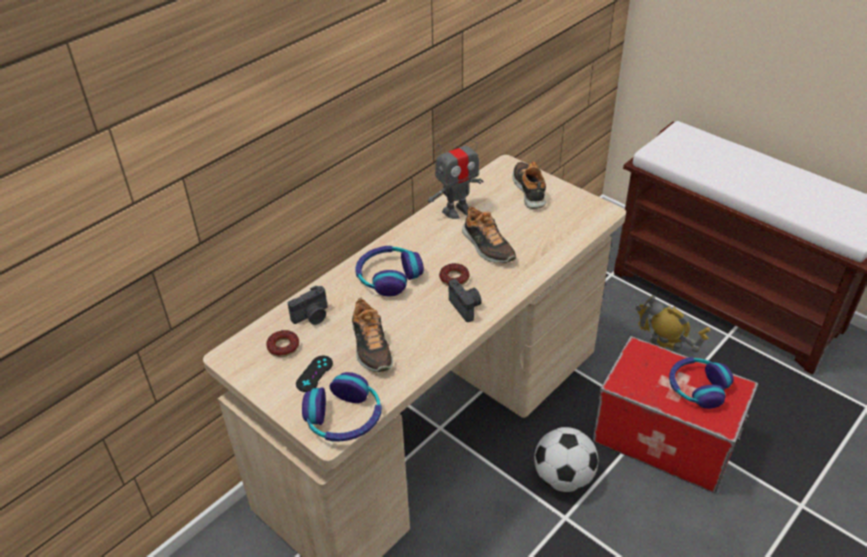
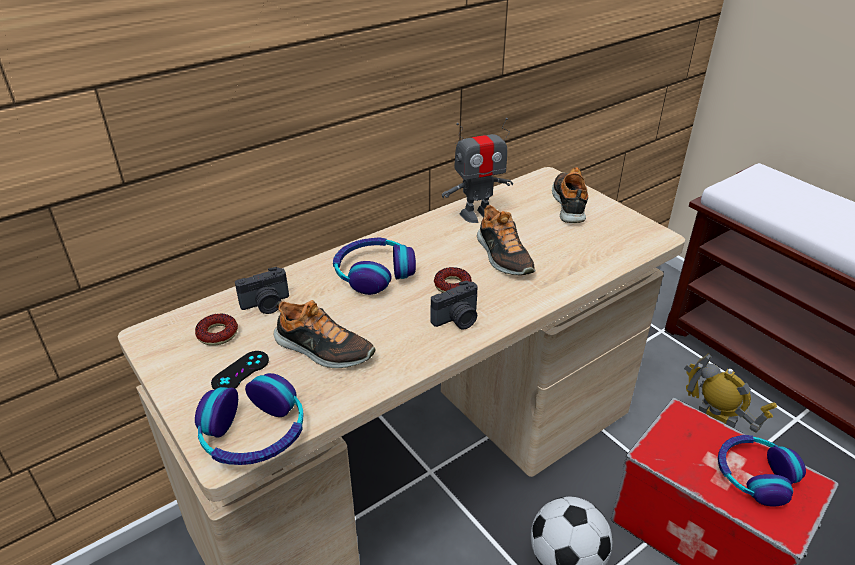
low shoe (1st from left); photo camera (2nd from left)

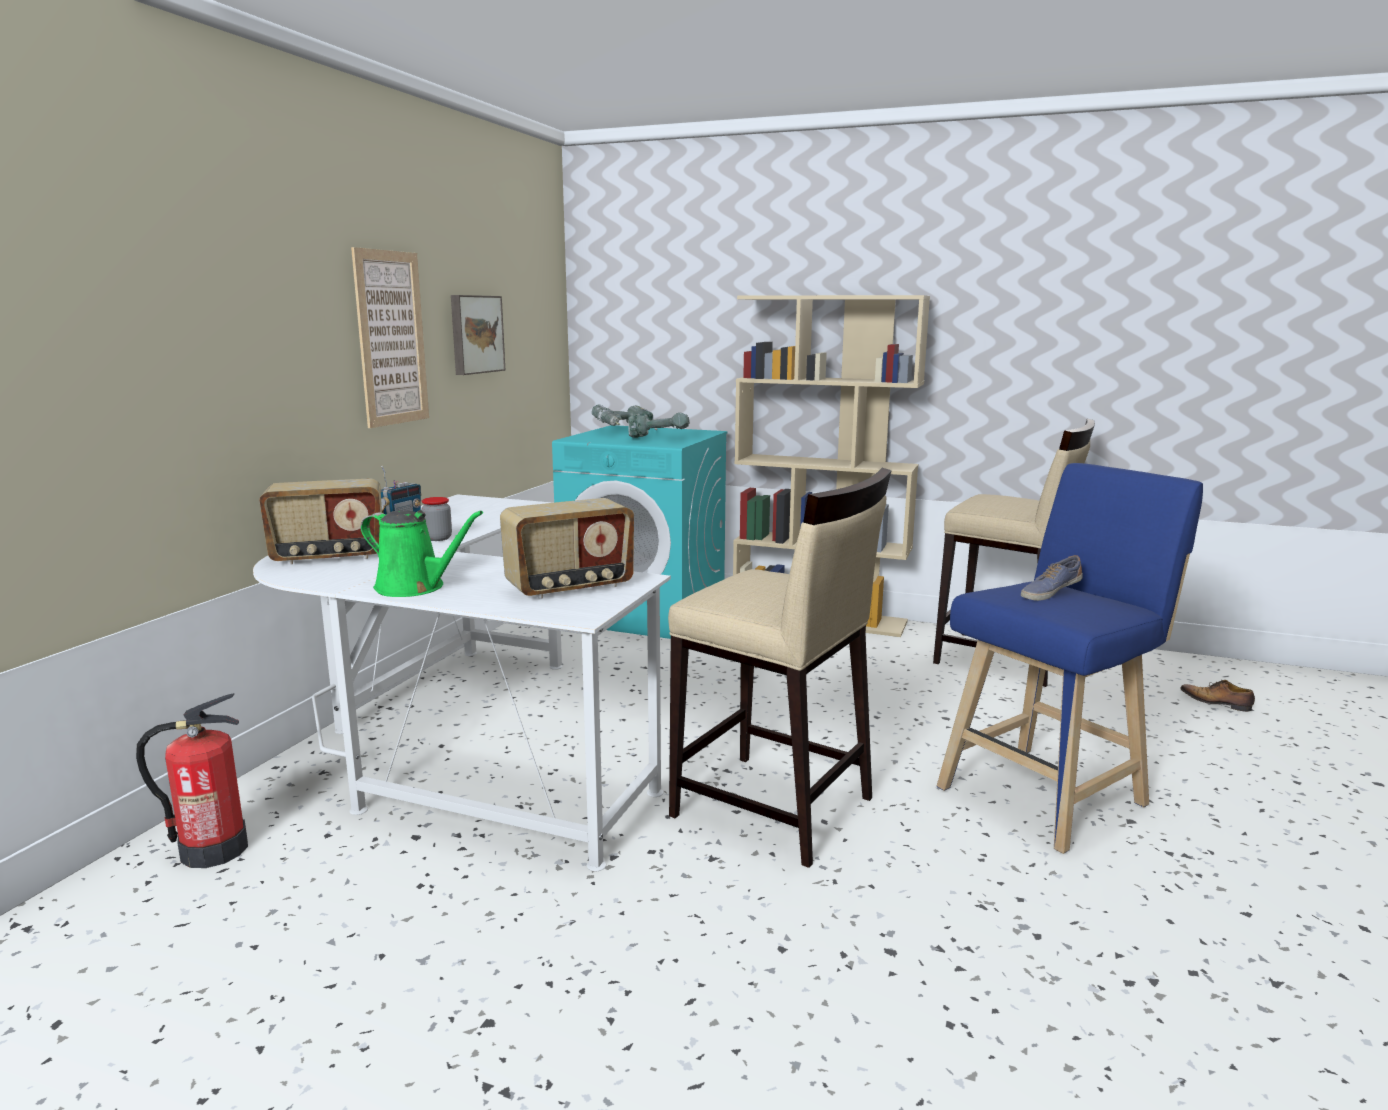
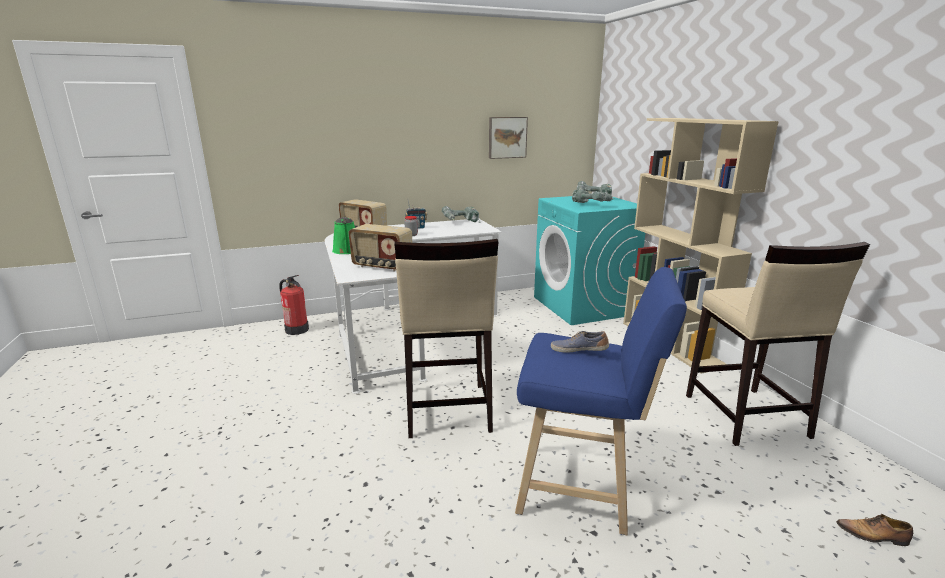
drill (1st from left); low shoe (2nd from left); wall art (1st from left in the first image)

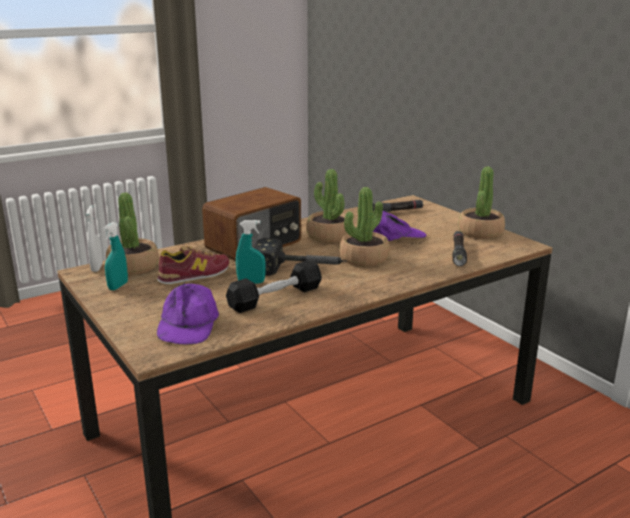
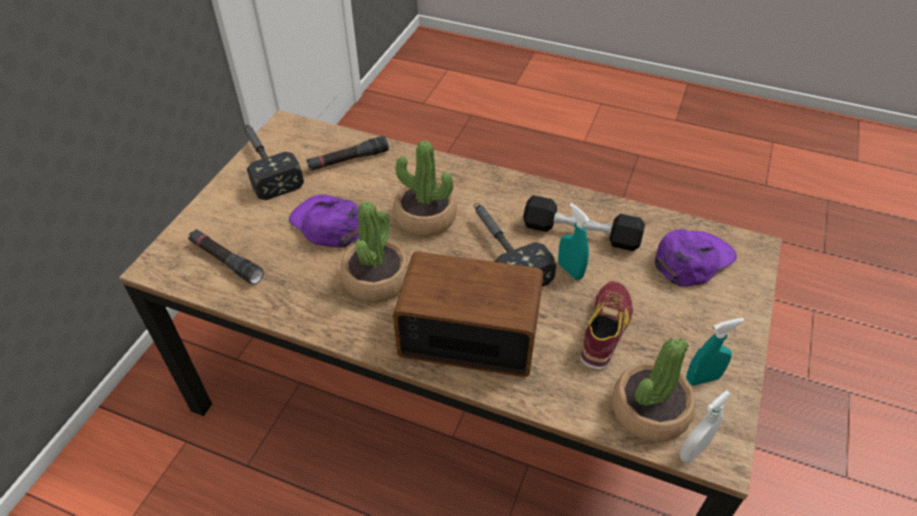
tool hammer (1st from left); low shoe

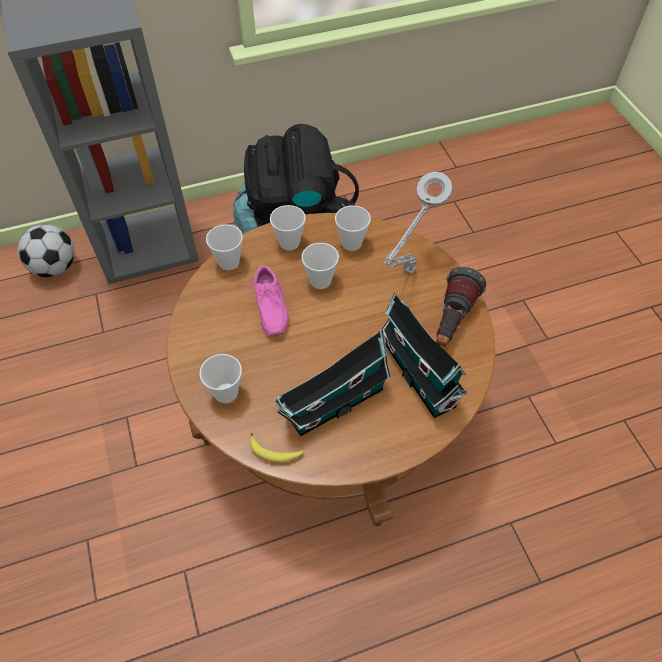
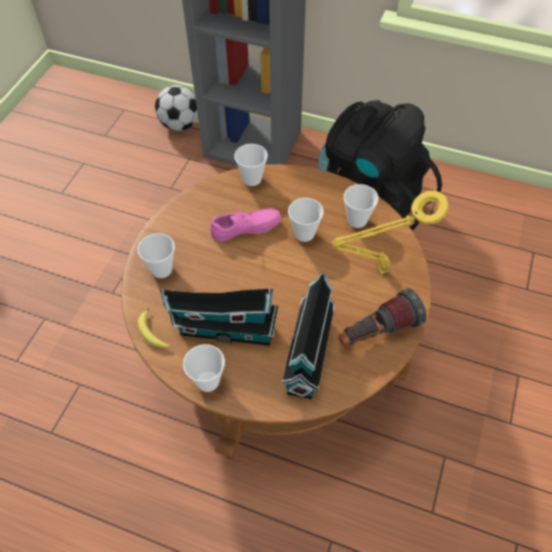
small cup (2nd from left); pinkish low shoe; yellow-coloured lamp for a table

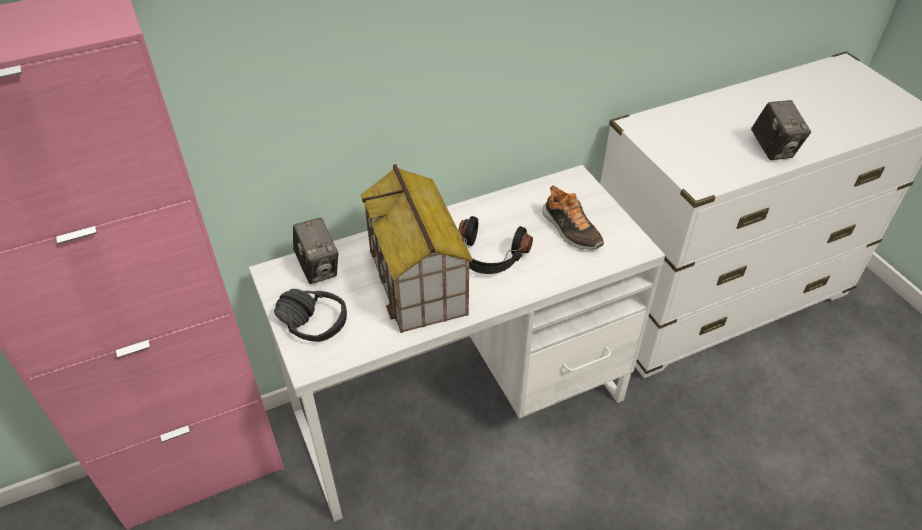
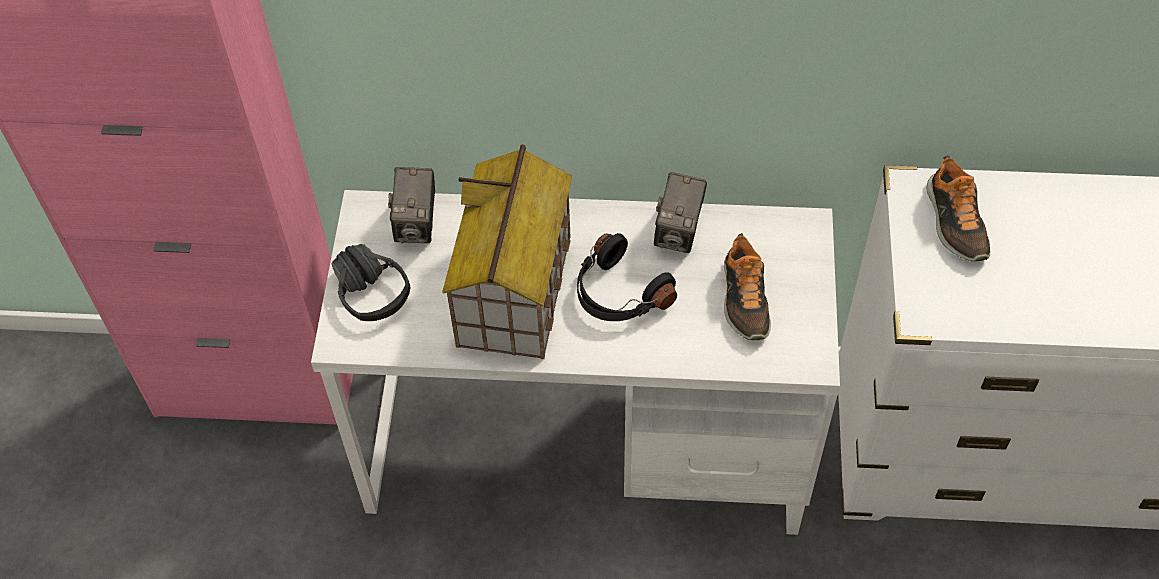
photo camera (2nd from left); low shoe (2nd from left)

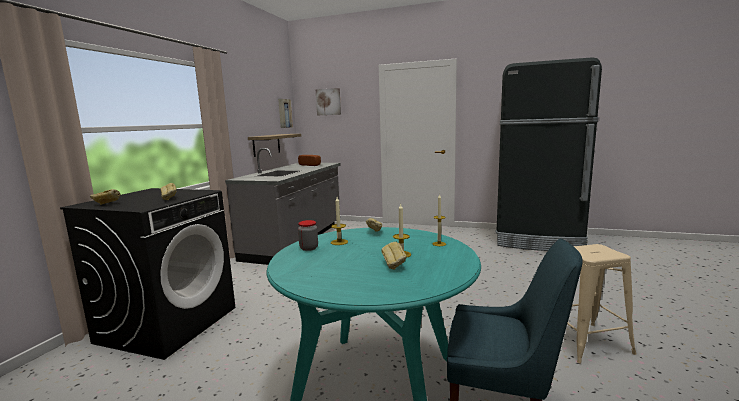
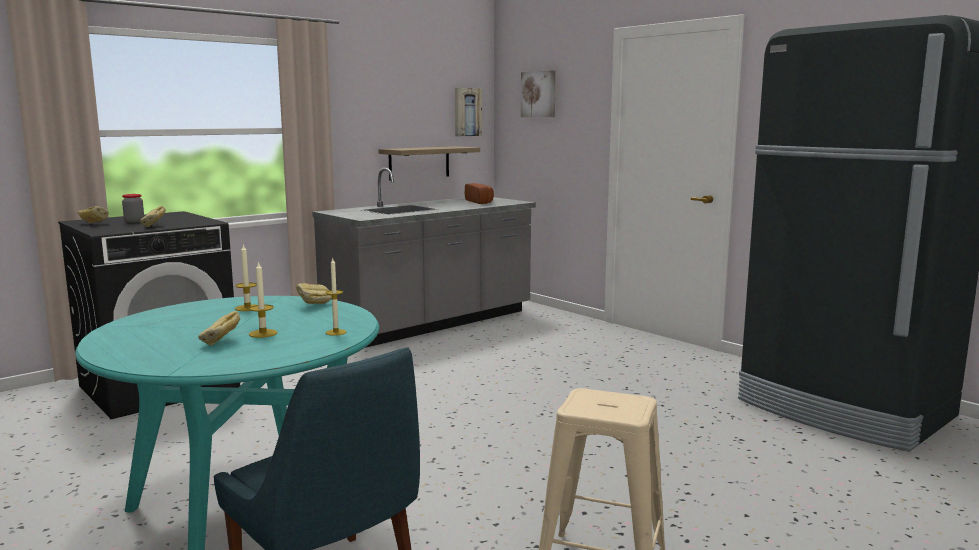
storage jar

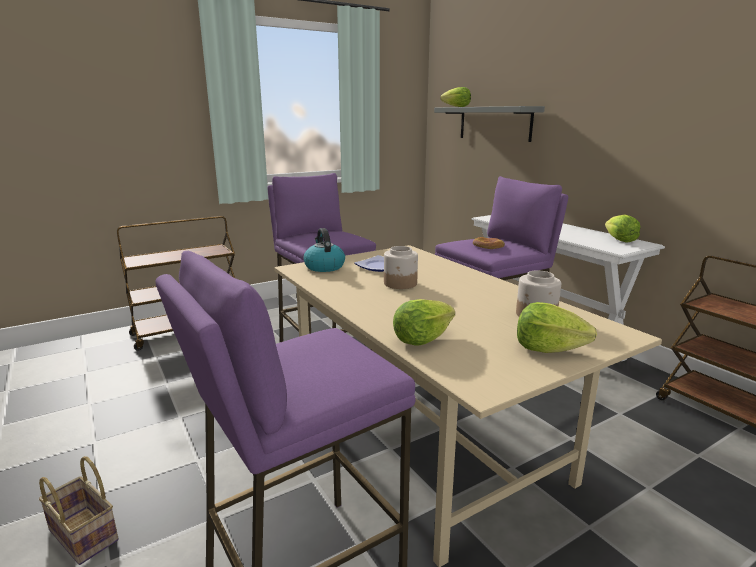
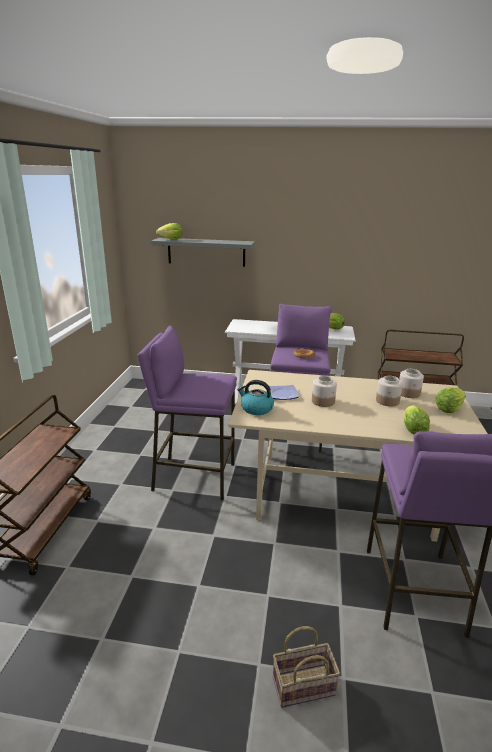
storage jar (2nd from left)

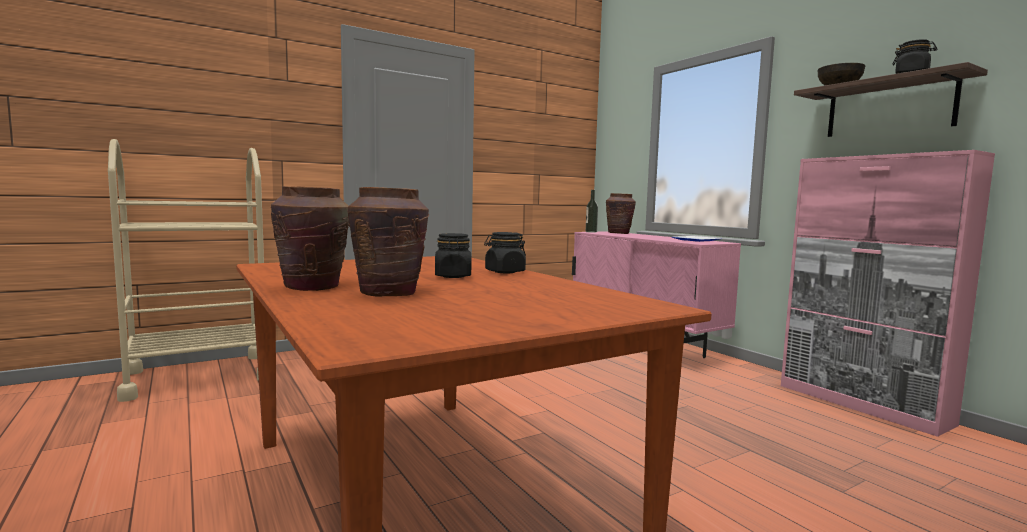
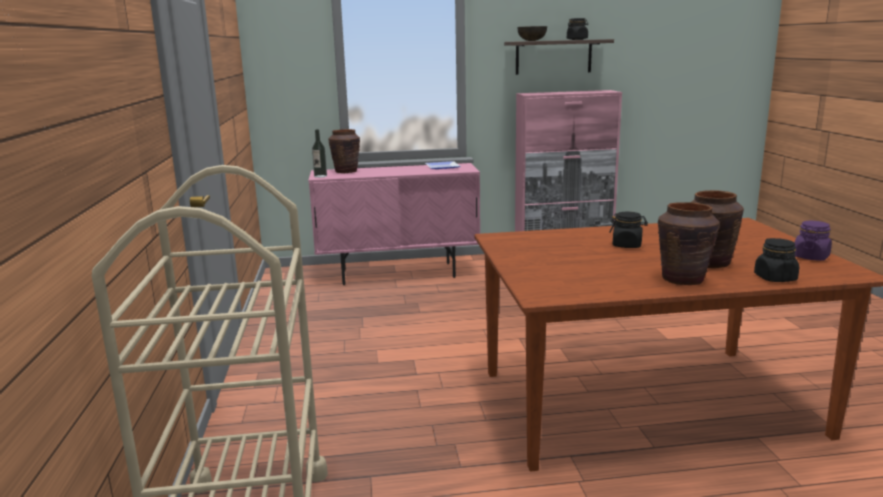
black storage jar (3rd from left); purplish storage jar

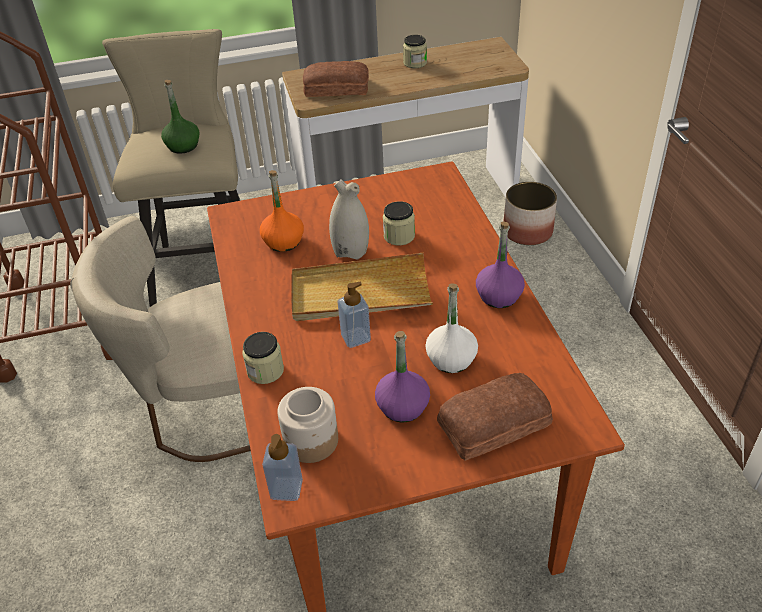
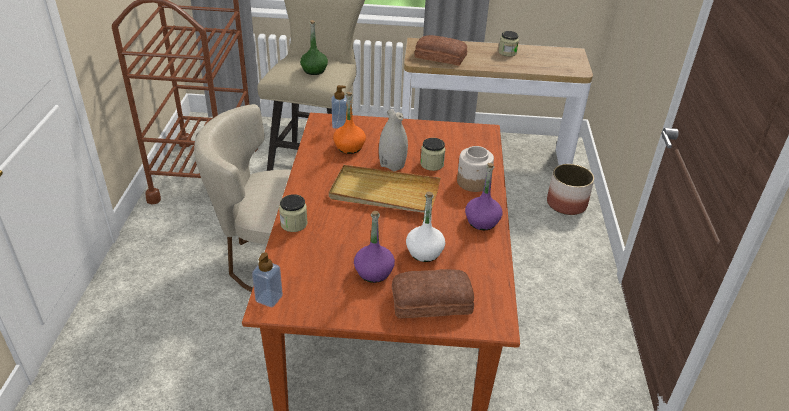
soap bottle (2nd from left); storage jar (3rd from left)

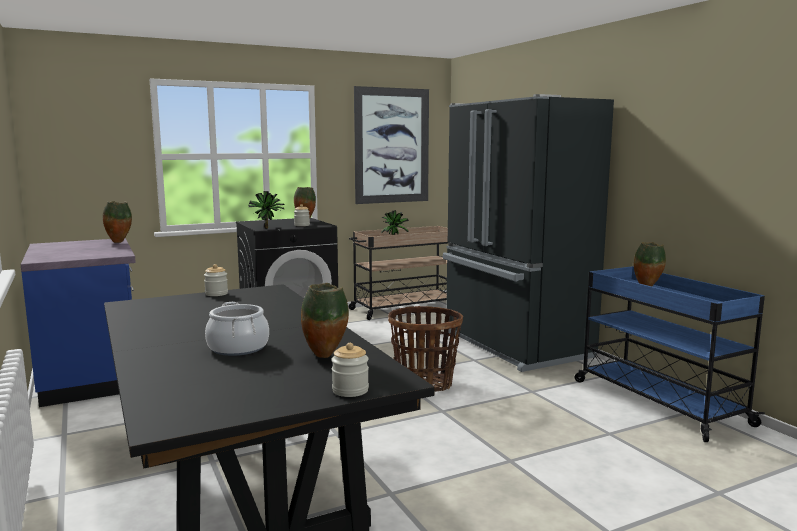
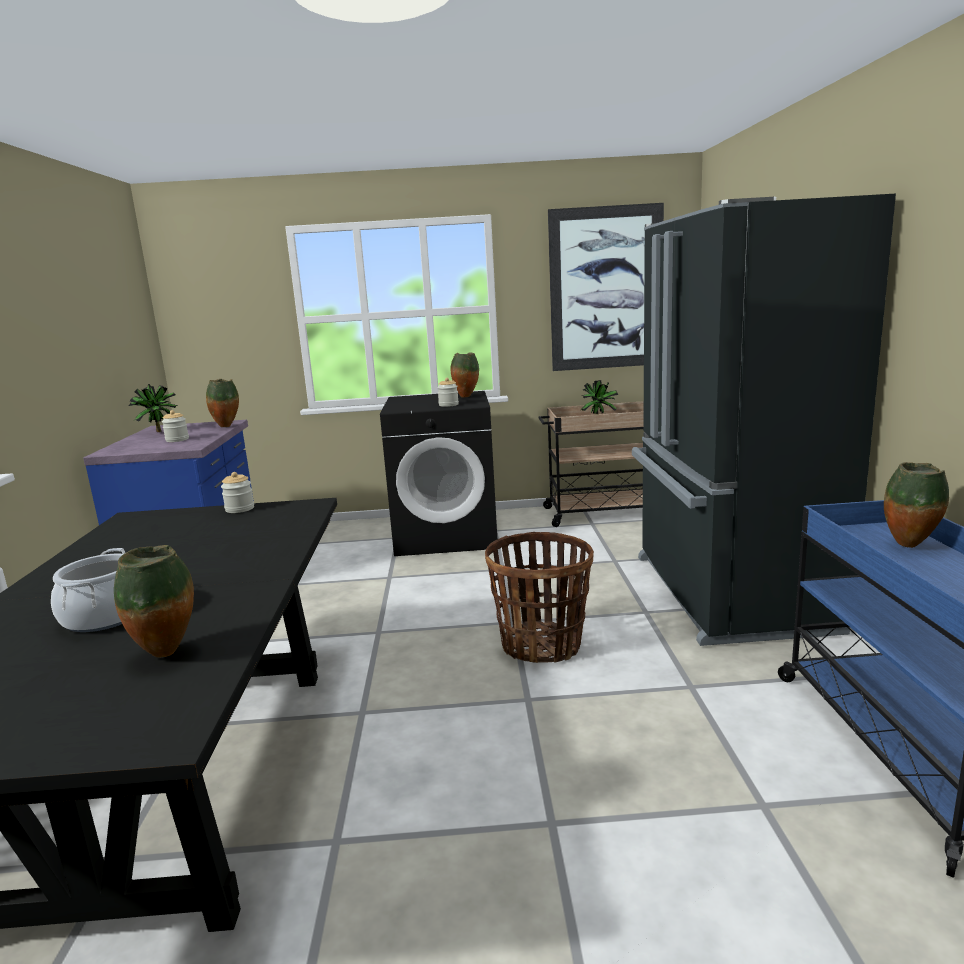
houseplant (1st from left); storage jar (1st from left)

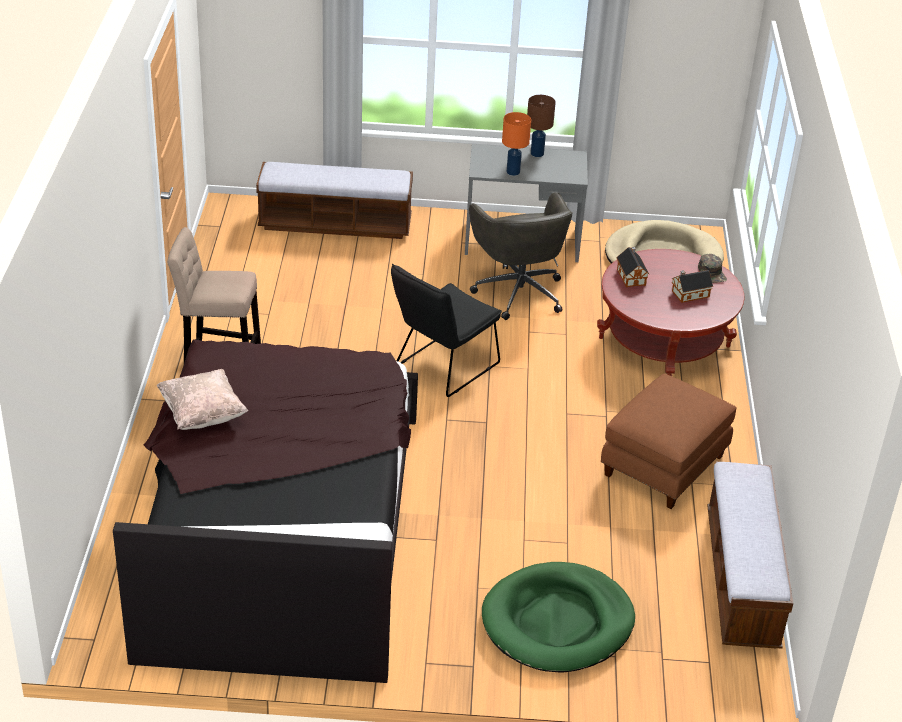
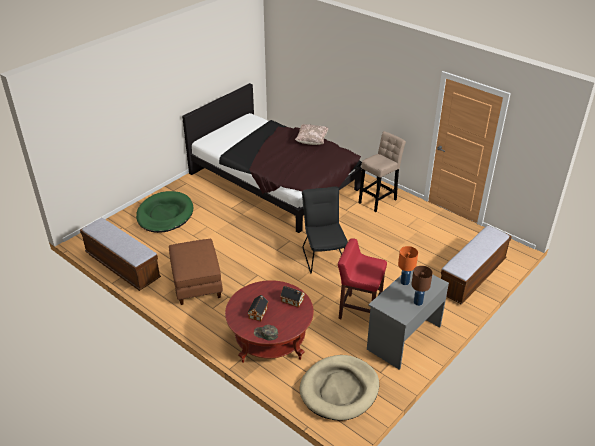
red sitting stool

